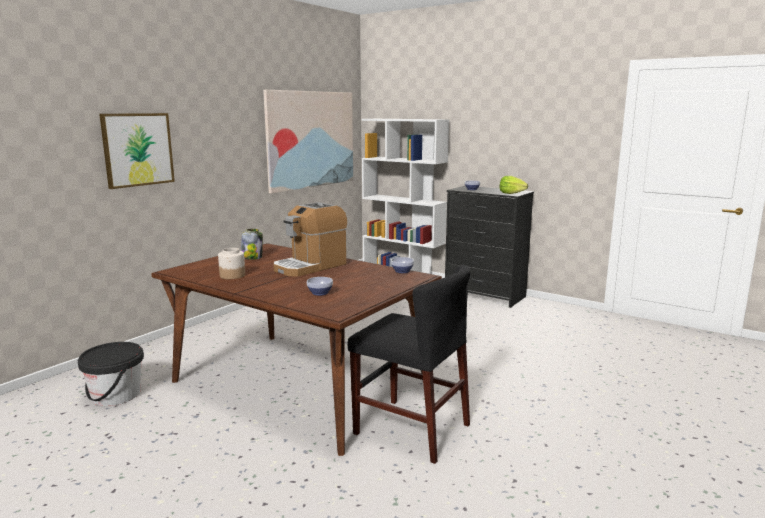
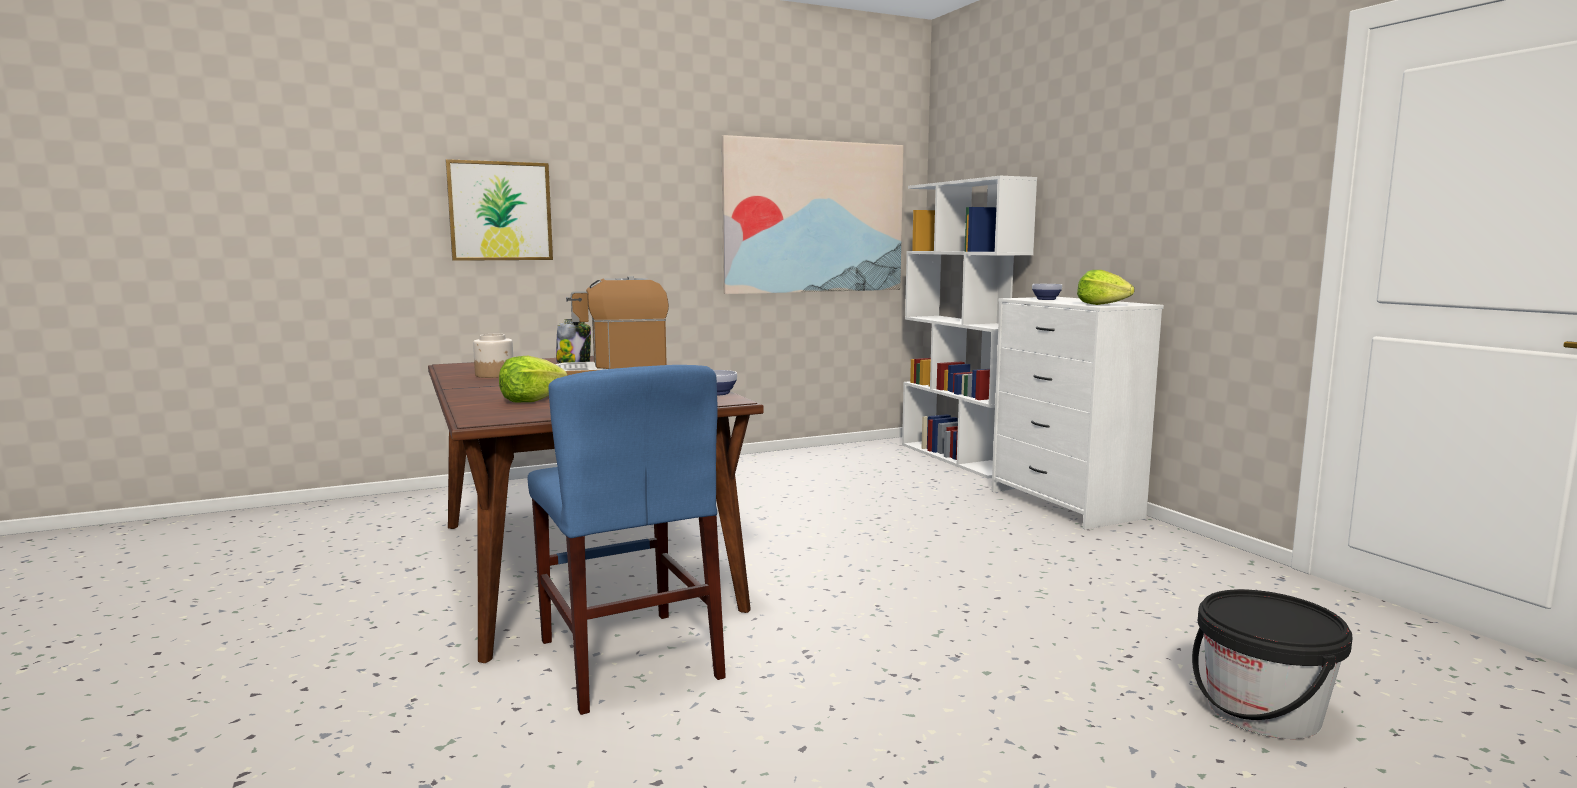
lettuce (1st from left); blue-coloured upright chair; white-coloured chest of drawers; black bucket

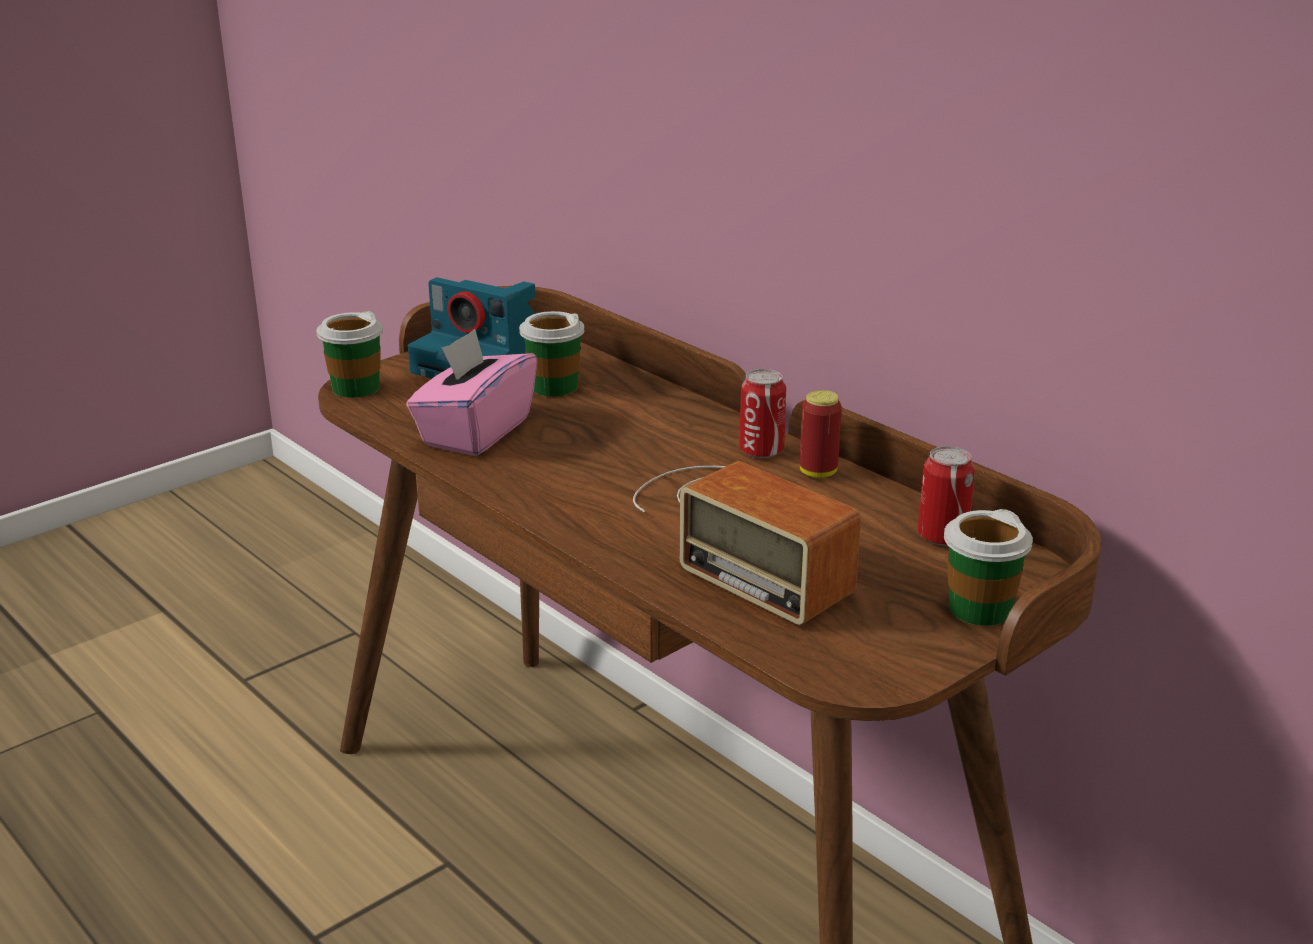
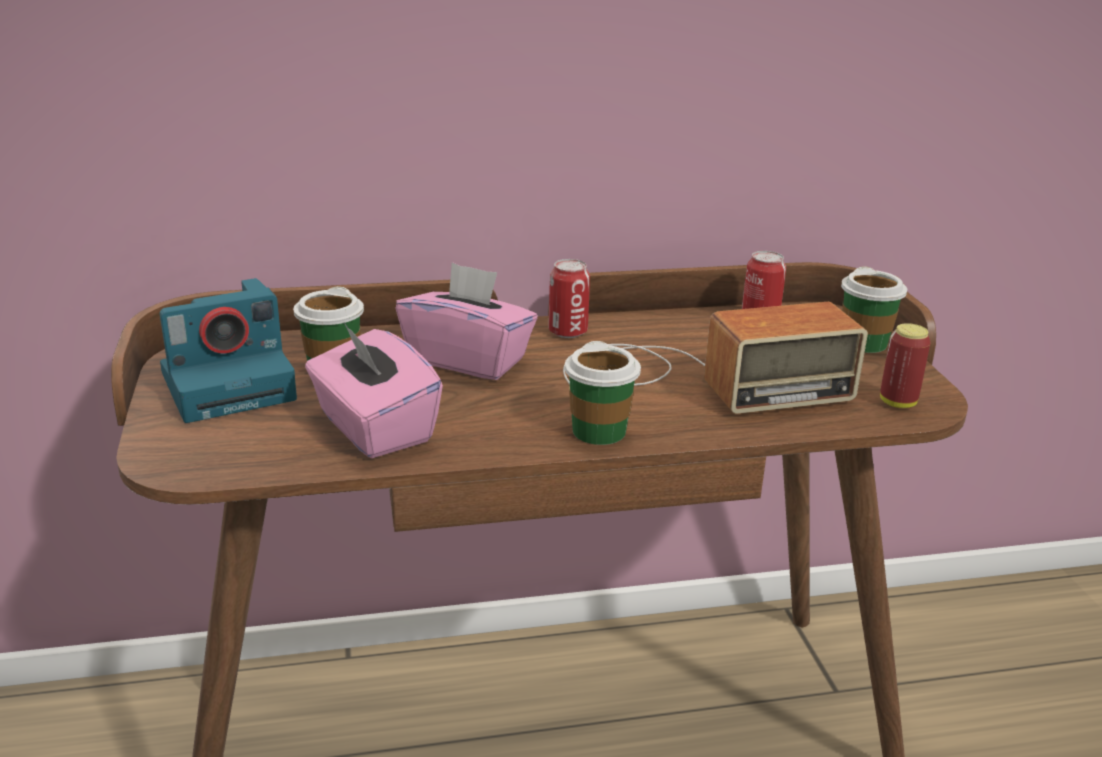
pinkish tissue holder (2nd from left); small cup (2nd from left); can (3rd from left)

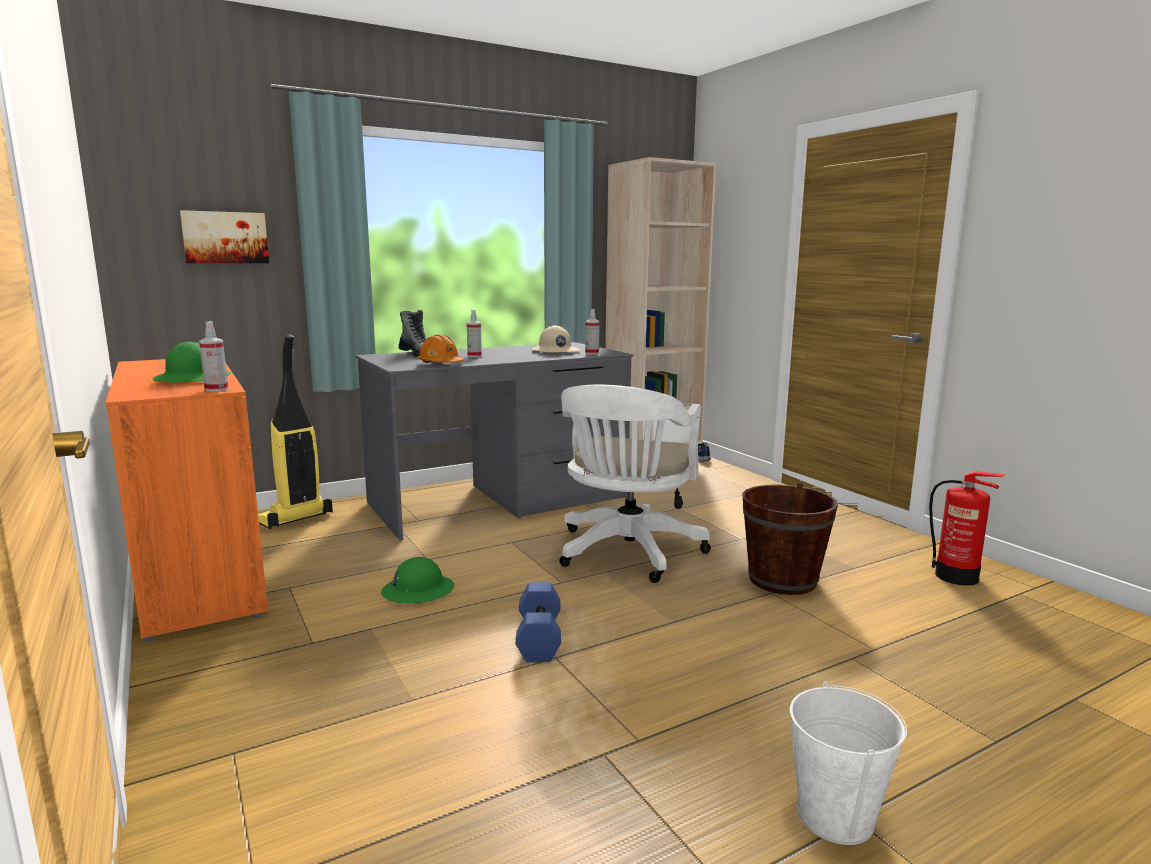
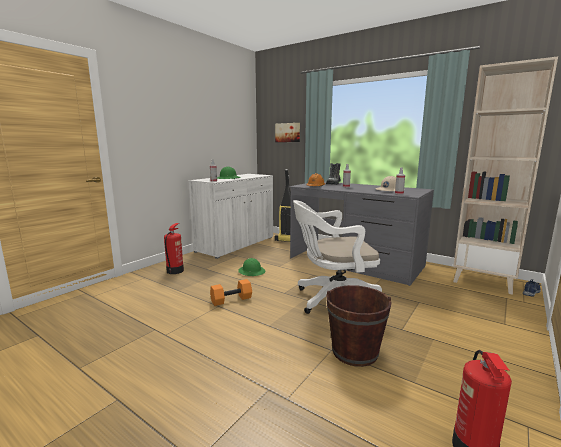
extinguisher (1st from left); white-coloured cupboard; orange-coloured dumbbell; white-coloured bucket

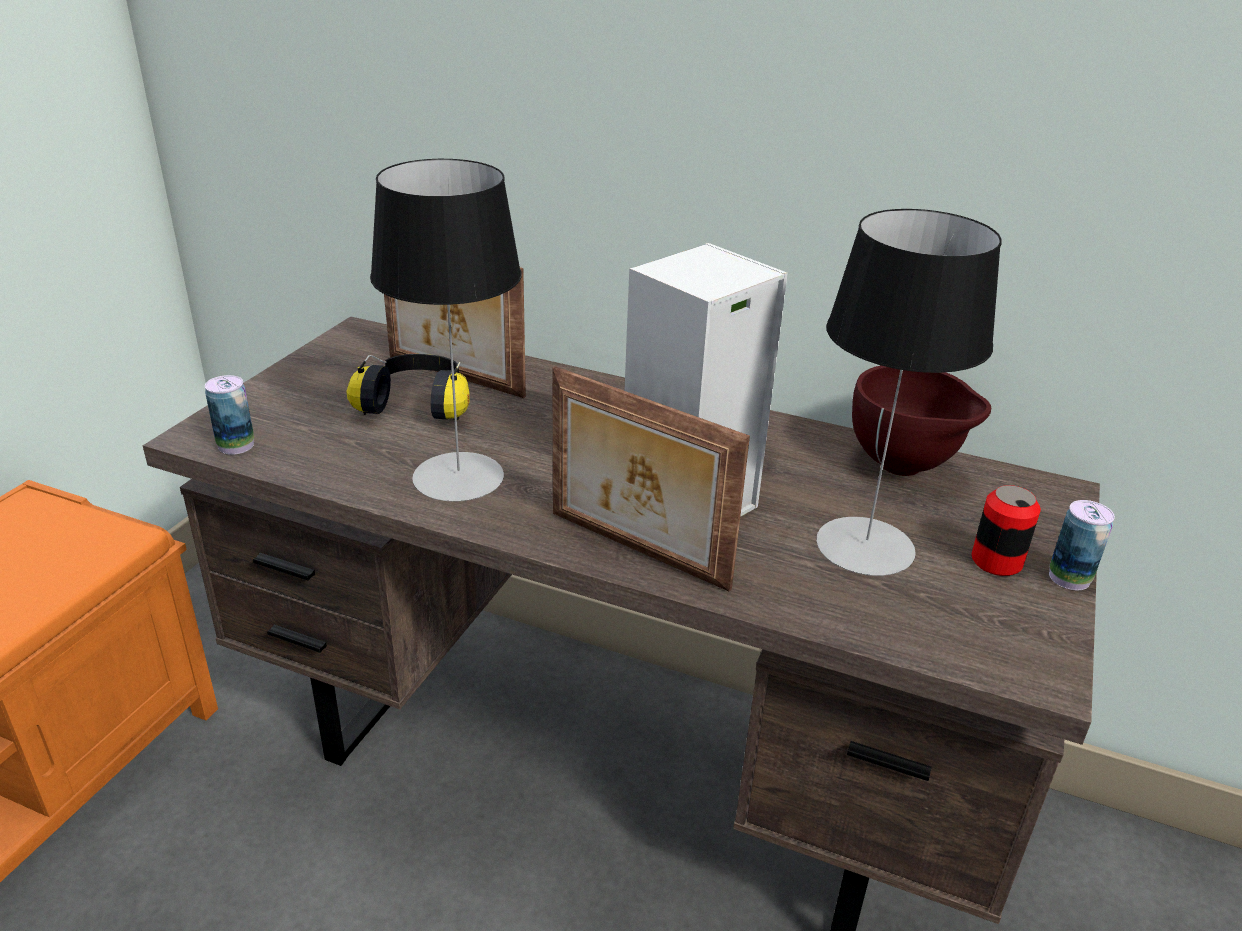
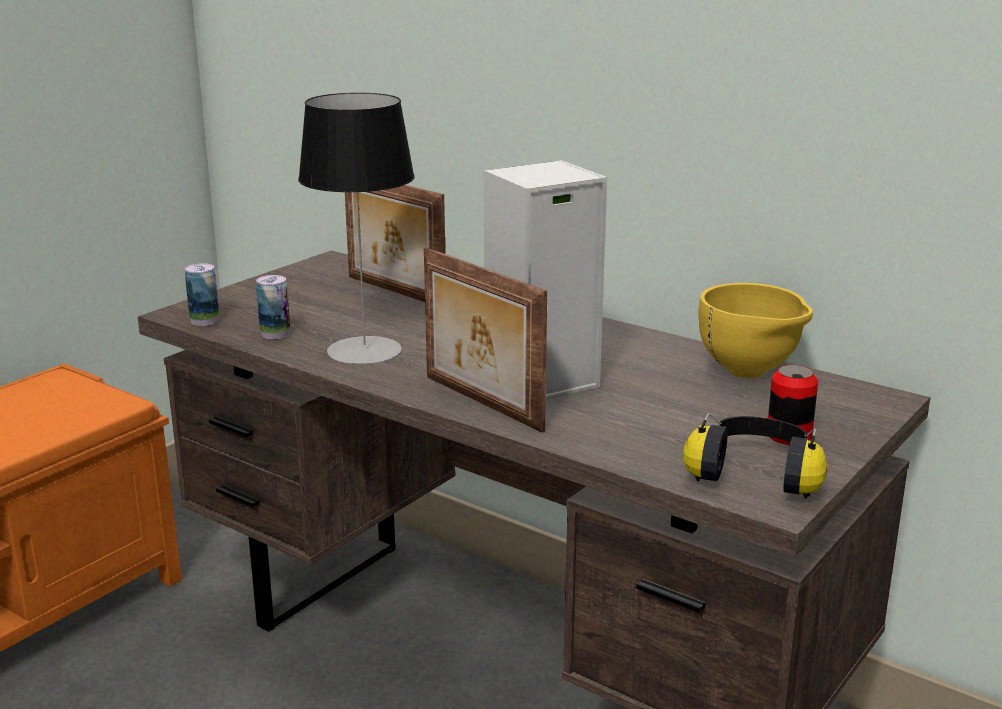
can (2nd from left); pair of headphones; yellow-coloured bowl; lamp for a table (2nd from left in the first image)

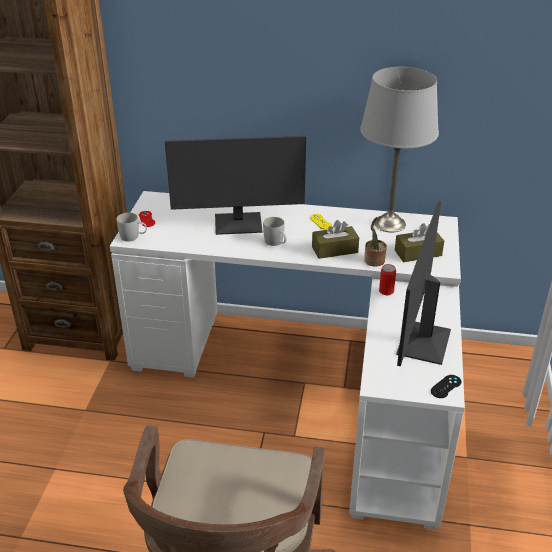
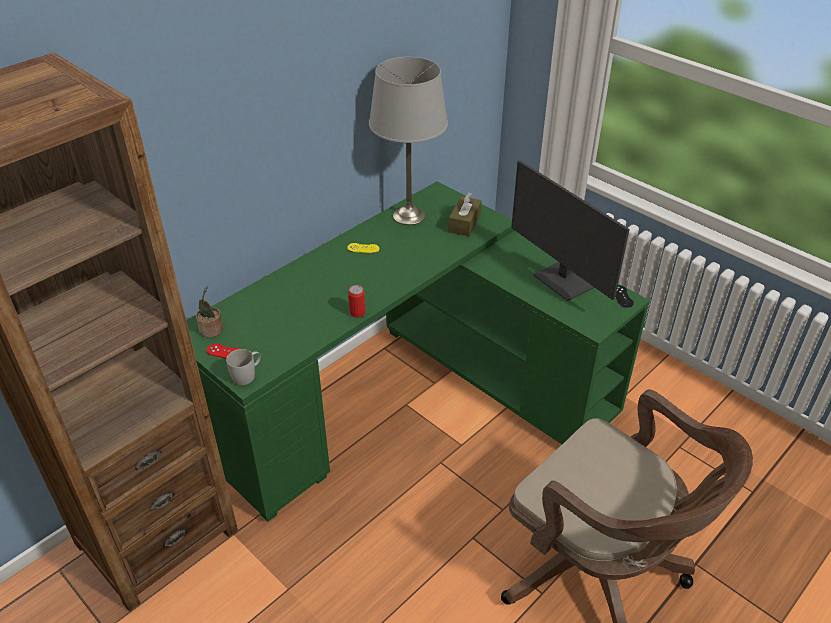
greenish desk unit; houseplant; can; monitor (1st from left in the first image); white-coloured tea mug (2nd from left in the first image); brownish tissue holder (1st from left in the first image)

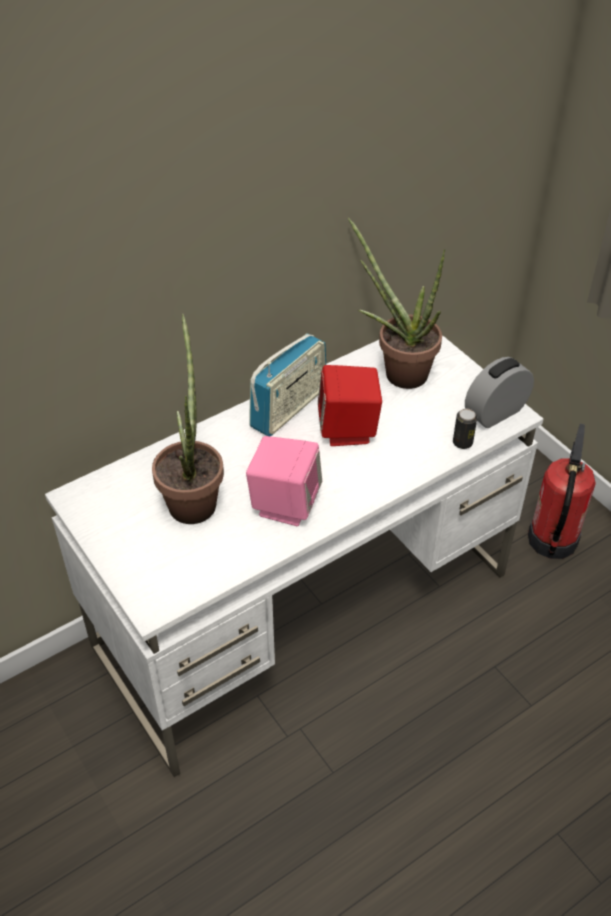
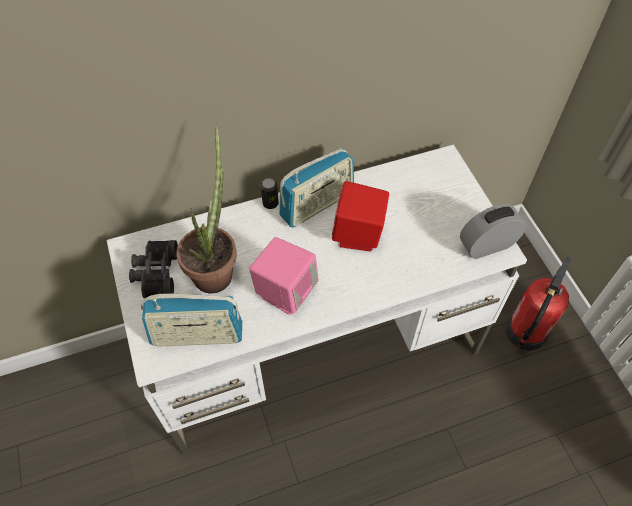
black field glasses; radio set (1st from left); can; houseplant (2nd from left in the first image)

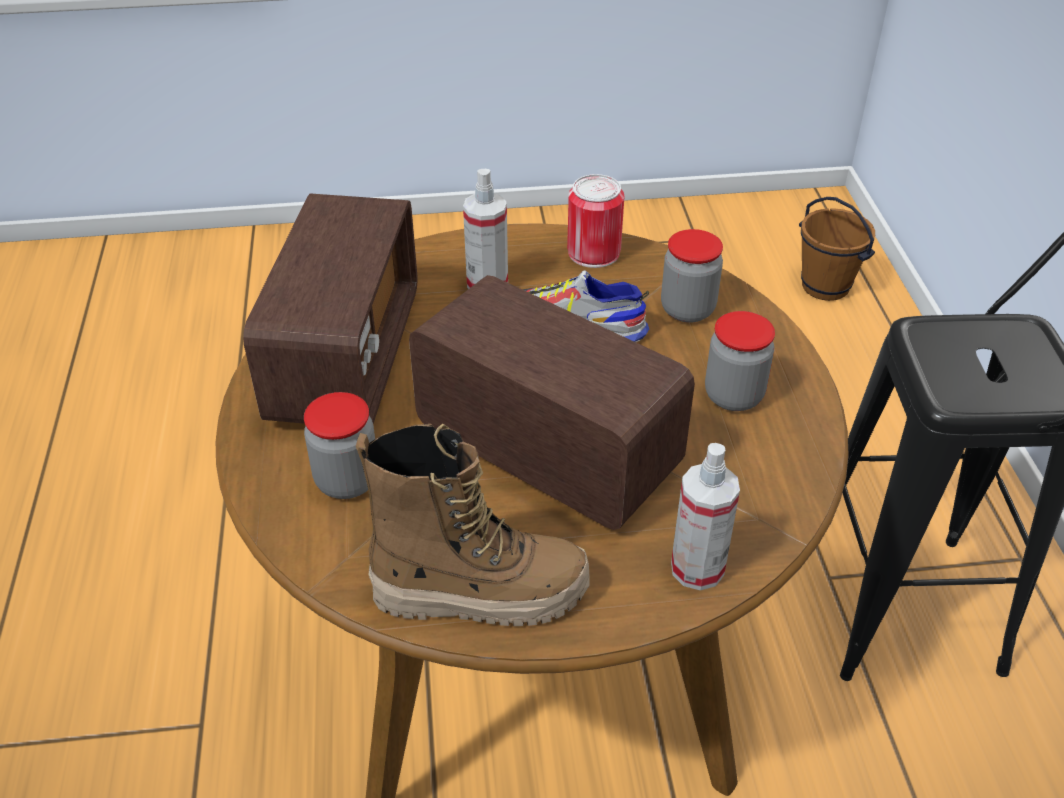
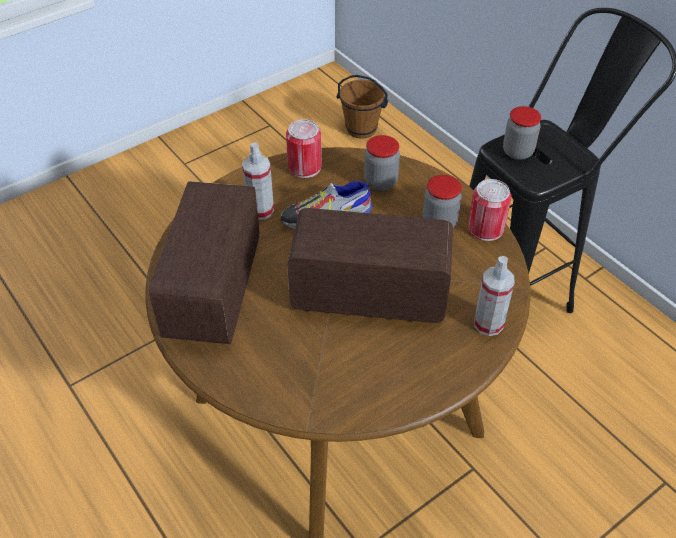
radio set (1st from left); can (2nd from left); storage jar (3rd from left); tall boot

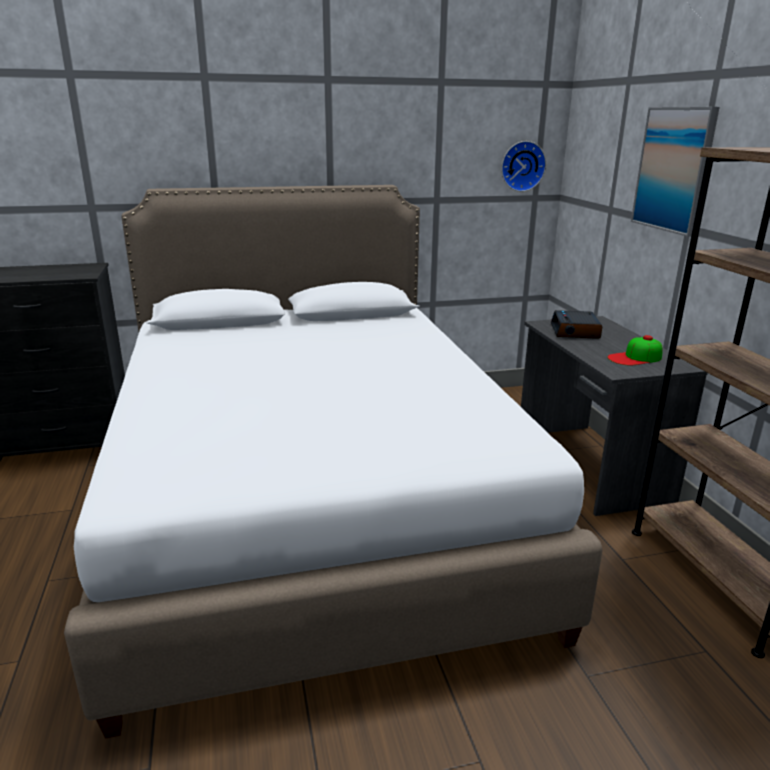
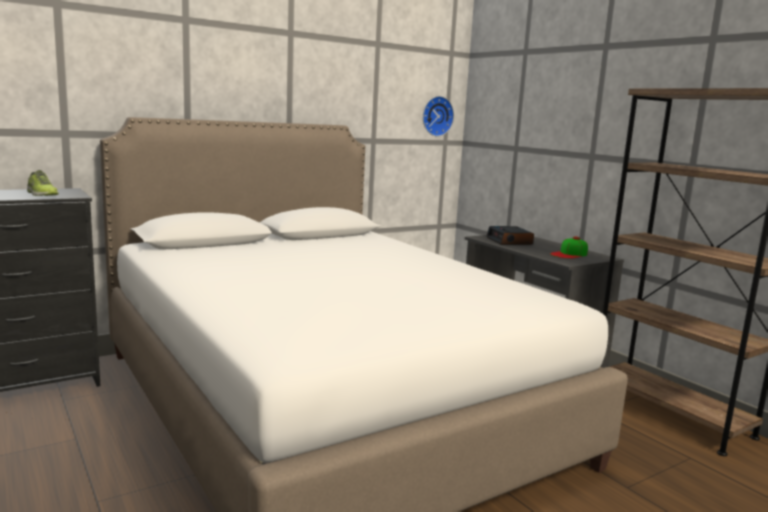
low shoe; wall art

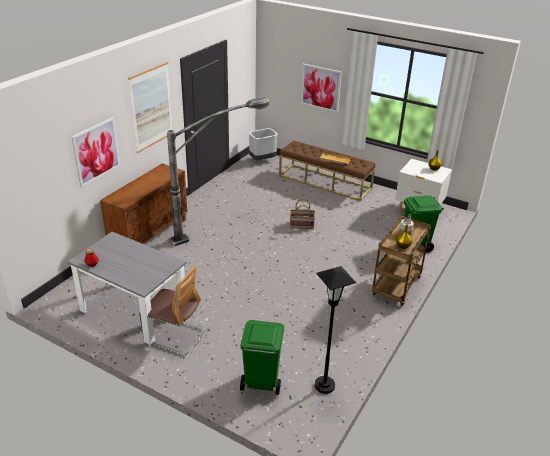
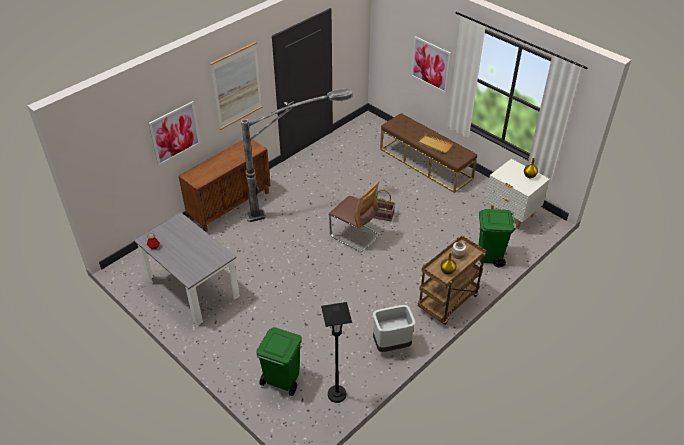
upright chair; gray waste bin

